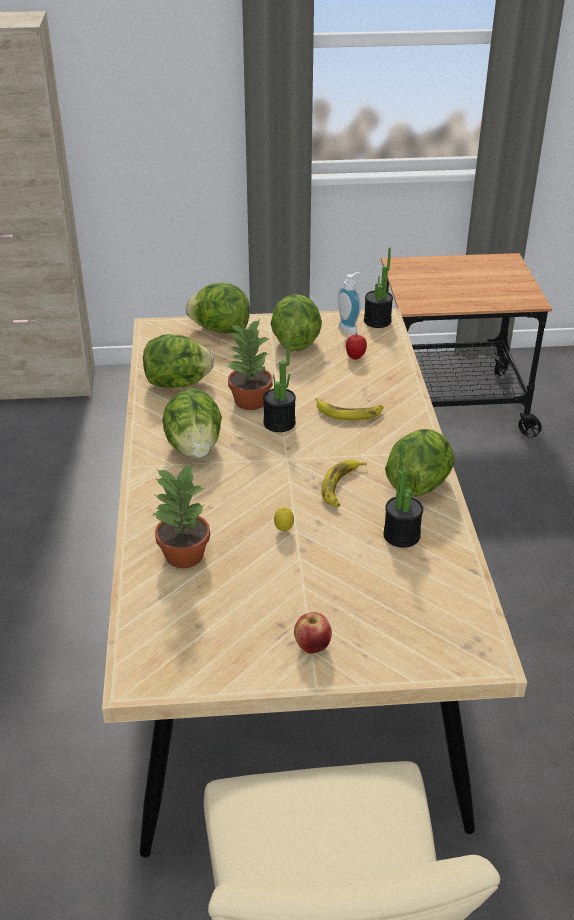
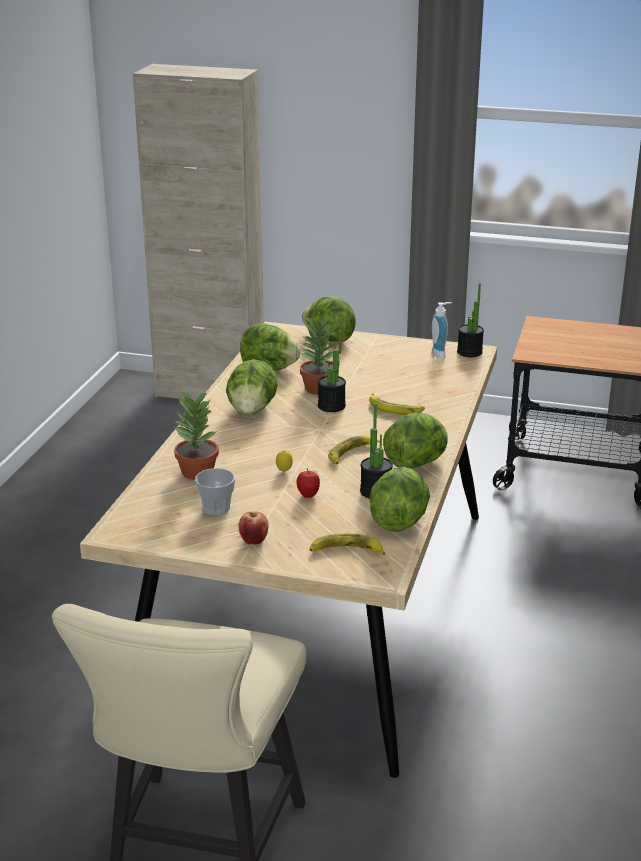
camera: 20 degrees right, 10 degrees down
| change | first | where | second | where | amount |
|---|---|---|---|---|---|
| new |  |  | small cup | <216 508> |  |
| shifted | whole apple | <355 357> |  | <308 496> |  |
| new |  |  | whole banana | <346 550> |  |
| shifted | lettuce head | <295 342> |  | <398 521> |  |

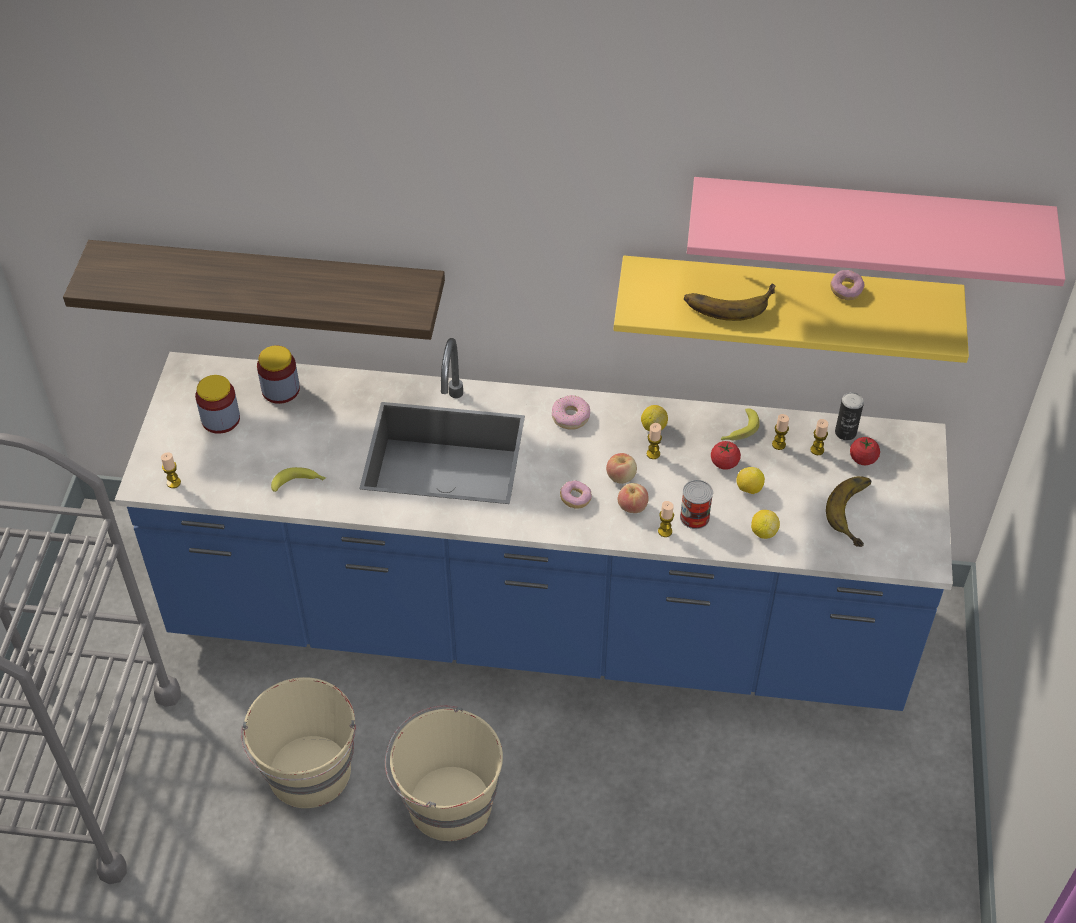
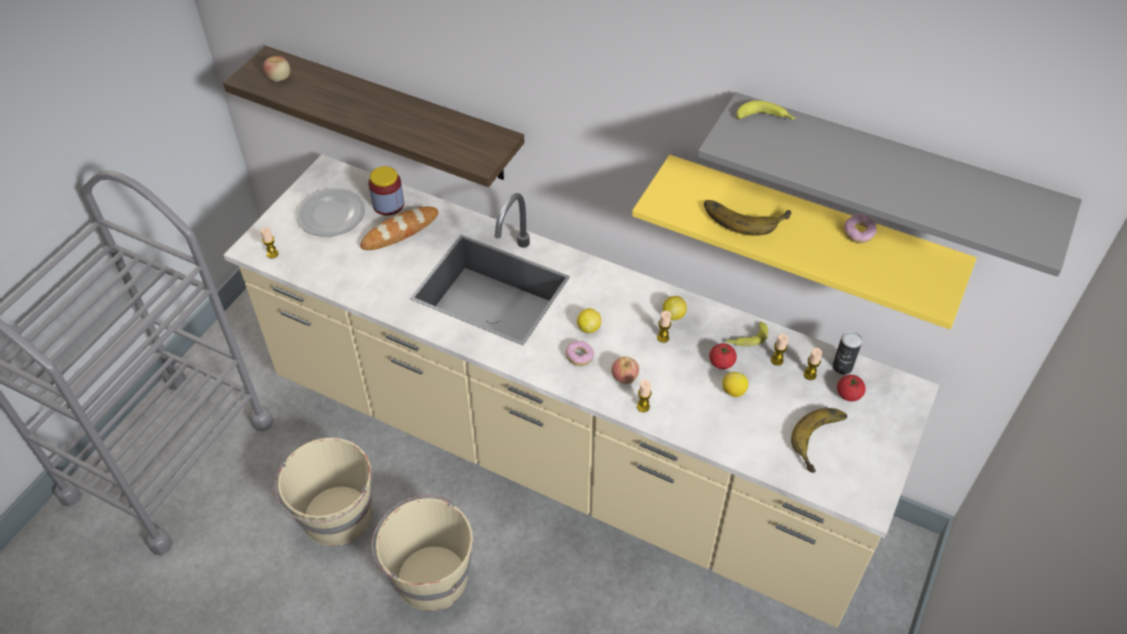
camera: 20 degrees right, 0 degrees up
| change | first | where | second | where | amount |
|---|---|---|---|---|---|
| repainted | kitchen counter/bluish | <538 624> | kitchen counter/beige | <563 454> |  |
| shifted | whole apple | <621 477> |  | <279 78> |  |
| swapped | preserve jar | <220 419> | flat dish | <332 215> |  |
| new |  |  | bread | <400 231> |  |
| shifted | whole lemon | <763 532> |  | <588 328> |  |
| repainted | shelf/pink-coloured | <866 225> | shelf/gray | <890 175> |  |
| shifted | whole banana | <299 483> |  | <765 118> |  |
| gone | doughnut | <570 416> |  |  |  |
| gone | sealed can | <694 517> |  |  |  |

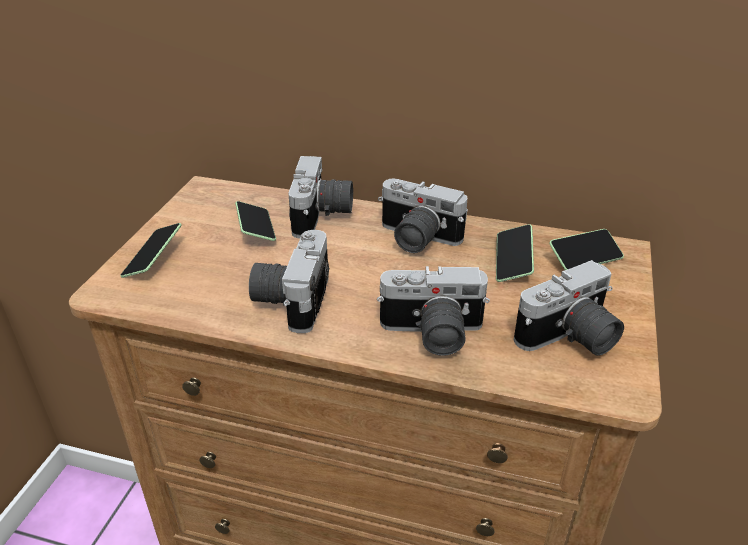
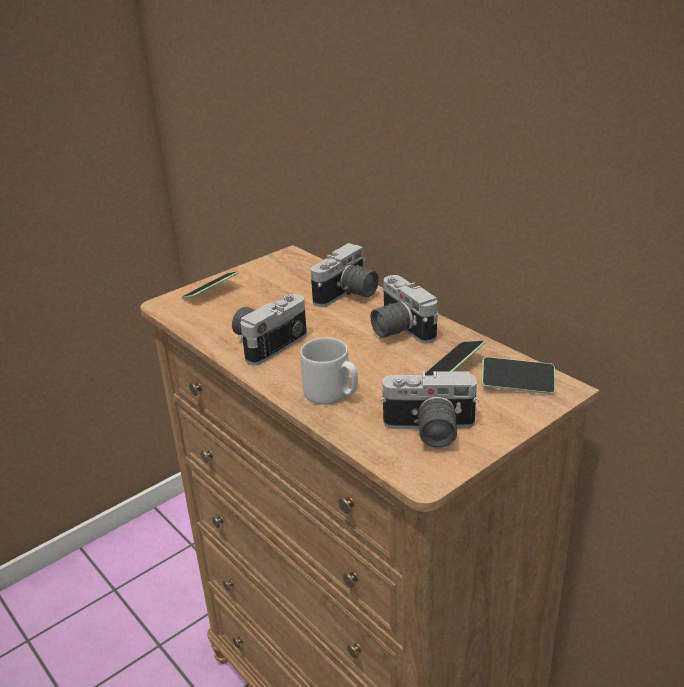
camera: 35 degrees right, 5 degrees down
| change | first | where | second | where | amount |
|---|---|---|---|---|---|
| swapped | still camera | <431 335> | coffee mug/gray | <332 394> |  |
| gone | phone | <256 229> |  |  |  |

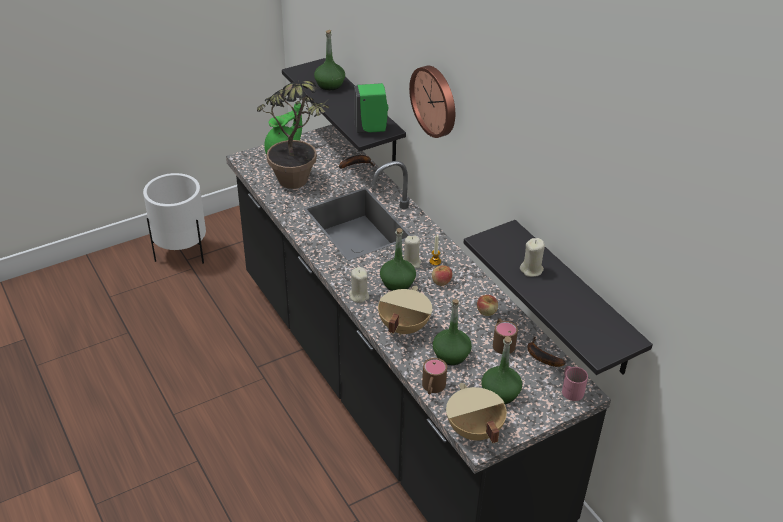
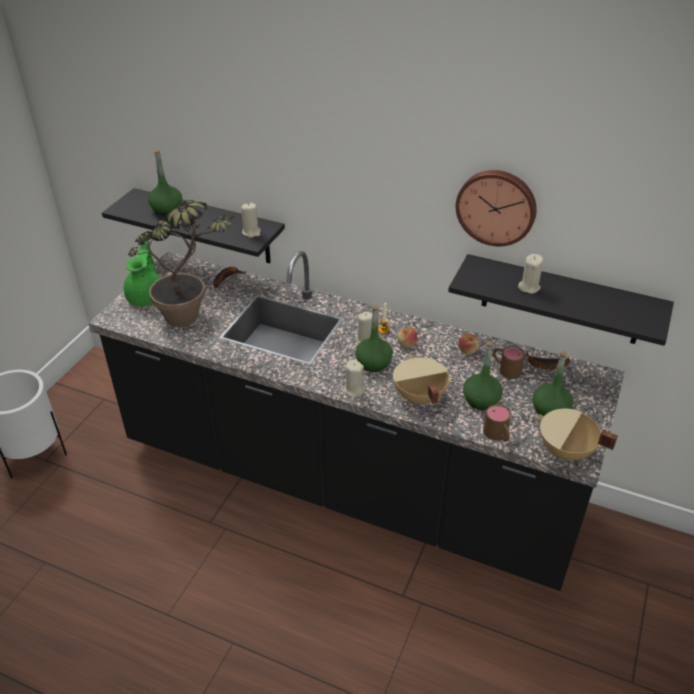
camera: 35 degrees left, 0 degrees up
| change | first | where | second | where | amount |
|---|---|---|---|---|---|
| swapped | soap dispenser/green | <371 129> | wax light/beige | <251 232> |  |
| shifted | hanging clock | <435 100> |  | <496 206> |  |
| gone | coffee mug/pink-coloured | <571 389> |  |  |  |

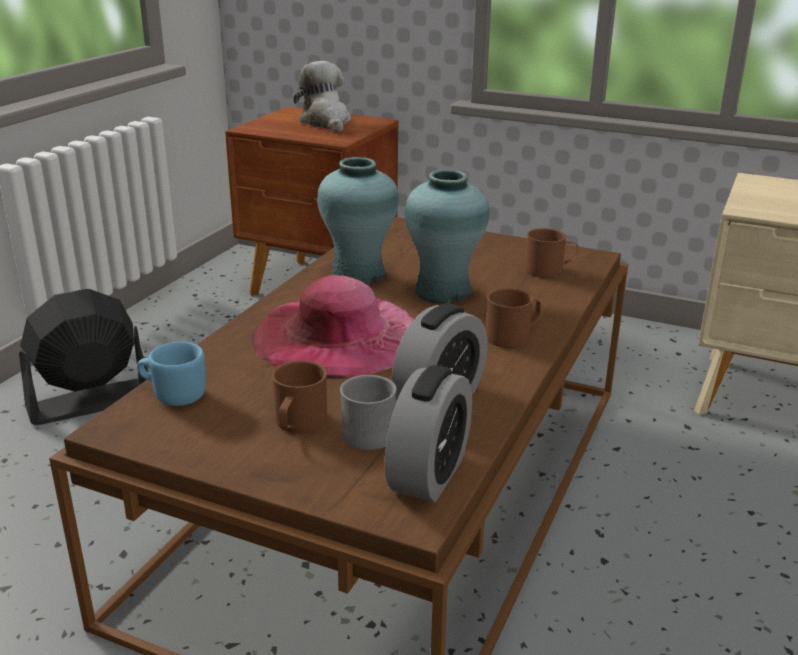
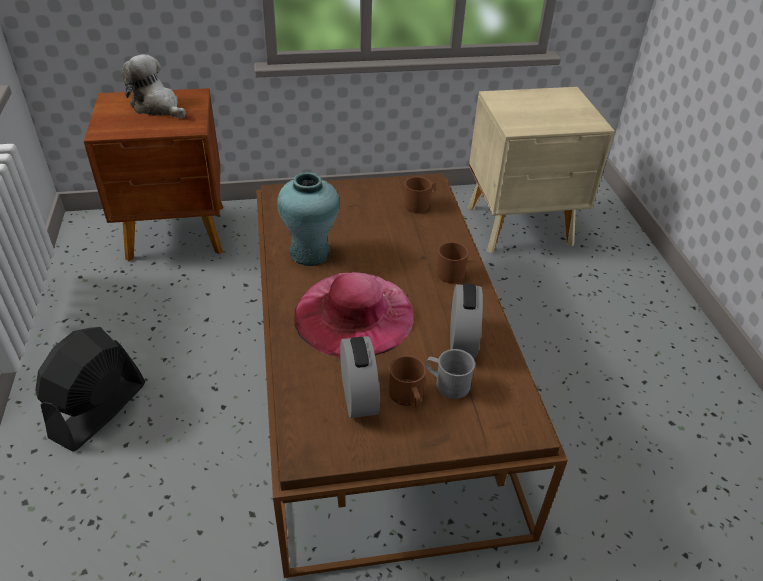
camera: 35 degrees left, 15 degrees up
| change | first | where | second | where | amount |
|---|---|---|---|---|---|
| shifted | bedside clock | <429 474> |  | <358 396> |  |
| gone | coffee mug/bluish | <173 395> |  |  |  |
| gone | vase/turquoise | <443 291> |  |  |  |

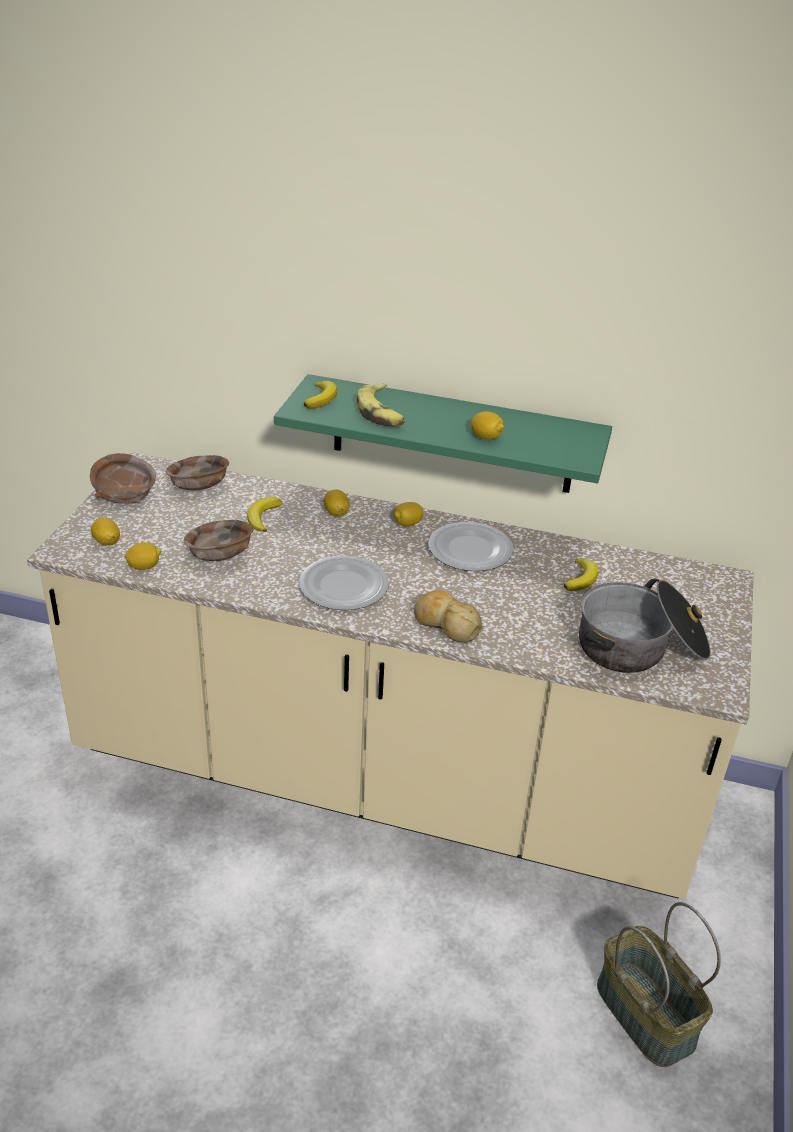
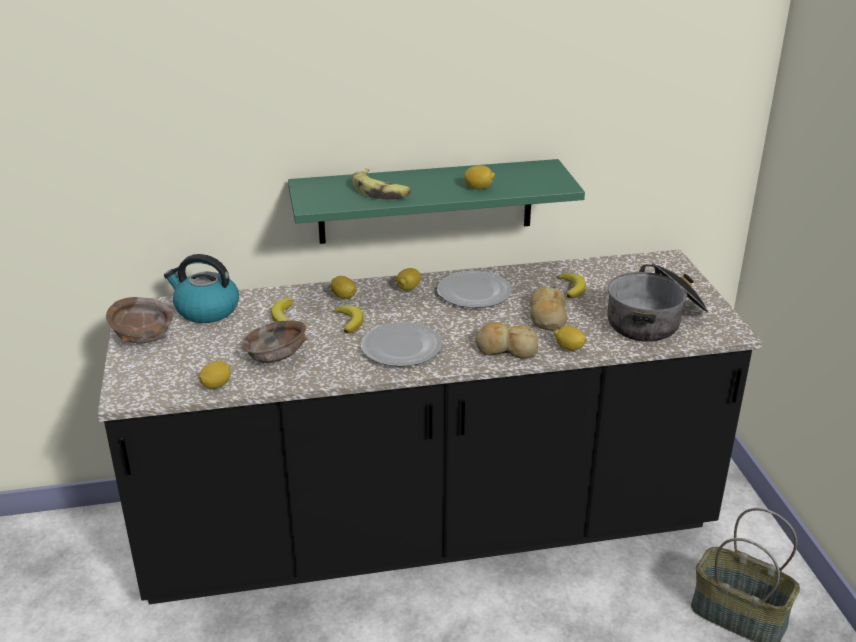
camera: 25 degrees left, 5 degrees down
| change | first | where | second | where | amount |
|---|---|---|---|---|---|
| repainted | kitchen counter/beige | <384 778> | kitchen counter/blackish | <428 526> |  |
| swapped | deep dish/brown-coloured | <200 486> | tea kettle | <206 310> |  |
| shifted | whole banana | <321 398> |  | <349 321> |  |
| new |  |  | bread | <547 317> |  |
| shifted | whole lemon | <107 542> |  | <569 348> |  |

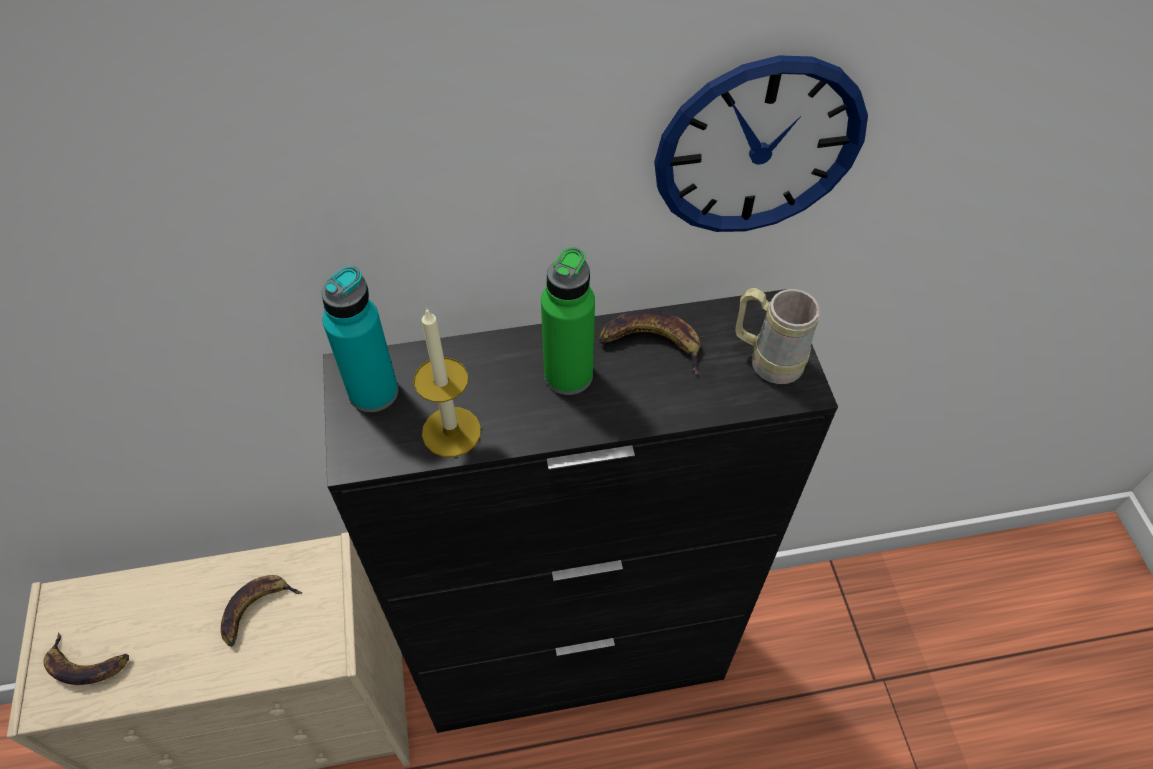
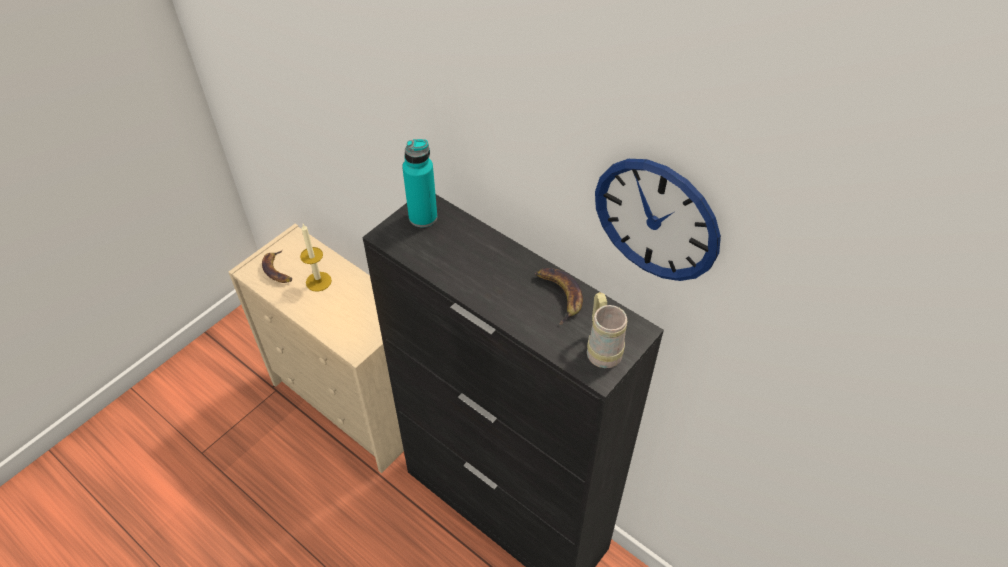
camera: 50 degrees right, 5 degrees down
| change | first | where | second | where | amount |
|---|---|---|---|---|---|
| shifted | wax light | <451 431> |  | <318 281> |  |
| gone | whole banana | <256 610> |  |  |  |
| gone | drink bottle/green | <568 375> |  |  |  |

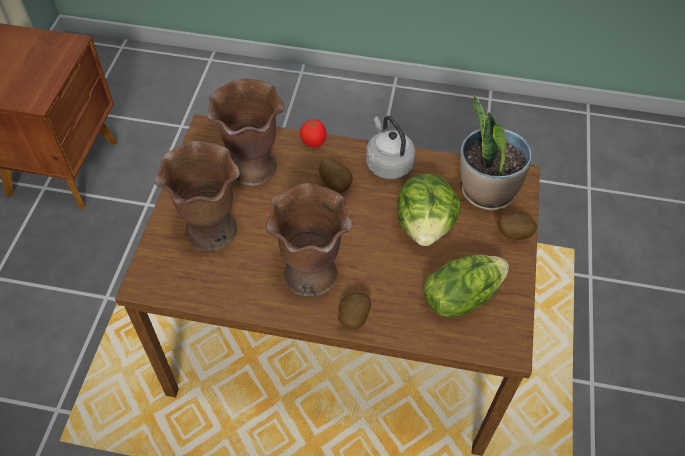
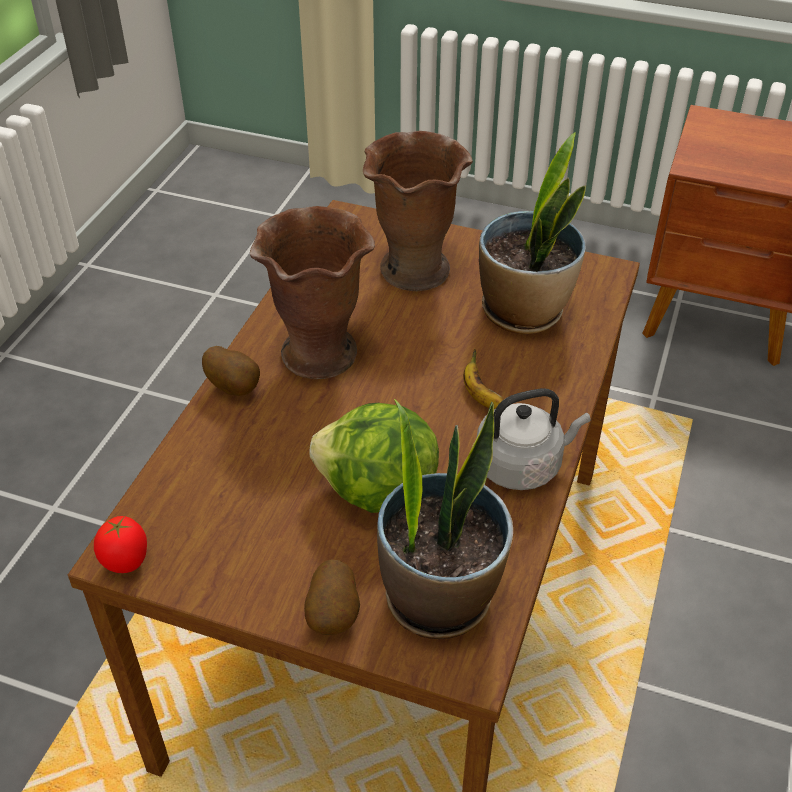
camera: 100 degrees right, 10 degrees down
| change | first | where | second | where | amount |
|---|---|---|---|---|---|
| shifted | whole tomato | <313 143> |  | <126 563> |  |
| swapped | potato | <336 184> | whole banana | <481 397> |  |
| swapped | vase/brown-coloured | <253 168> | potted plant | <524 312> |  |
| gone | lettuce head | <460 296> |  |  |  |

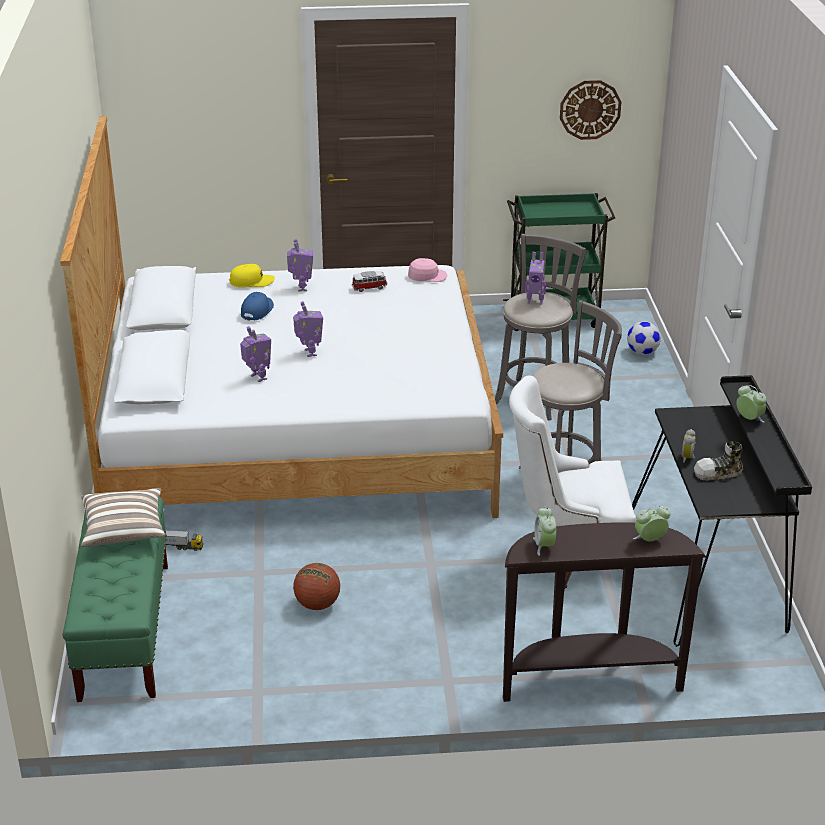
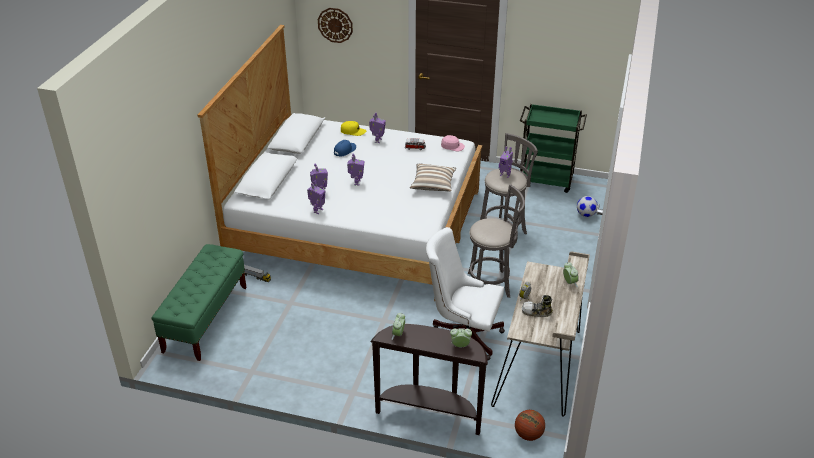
camera: 20 degrees right, 5 degrees up
| change | first | where | second | where | amount |
|---|---|---|---|---|---|
| new |  |  | robot figure | <317 210> |  |
| shifted | hanging clock | <590 109> |  | <335 25> |  |
| shifted | cushion | <124 530> |  | <433 185> |  |
| repainted | desk unit/blackish | <710 573> | desk unit/beige | <540 366> |  |
| shifted | ball for basketball | <317 604> |  | <528 435> |  |

